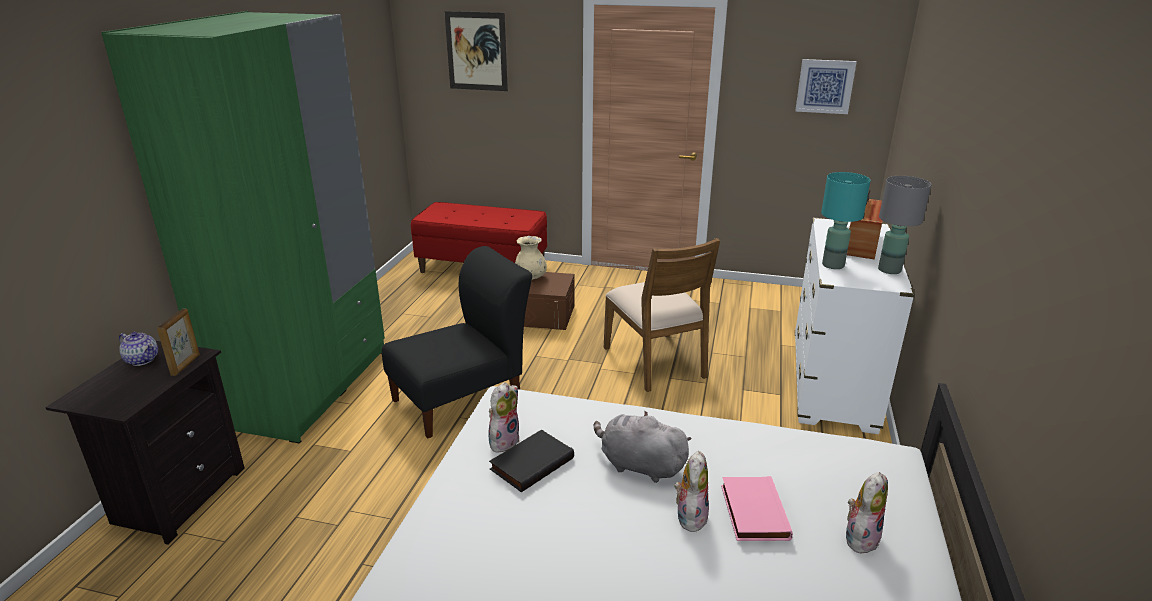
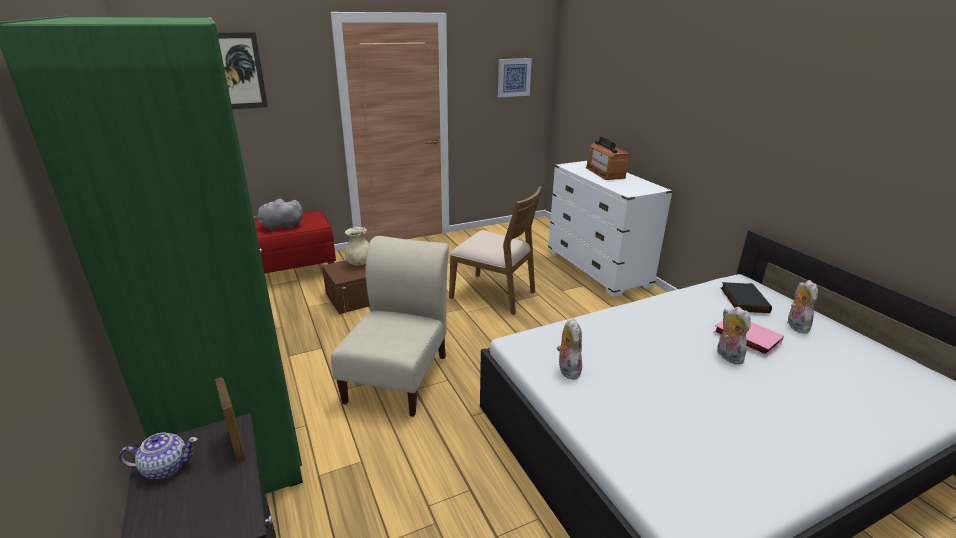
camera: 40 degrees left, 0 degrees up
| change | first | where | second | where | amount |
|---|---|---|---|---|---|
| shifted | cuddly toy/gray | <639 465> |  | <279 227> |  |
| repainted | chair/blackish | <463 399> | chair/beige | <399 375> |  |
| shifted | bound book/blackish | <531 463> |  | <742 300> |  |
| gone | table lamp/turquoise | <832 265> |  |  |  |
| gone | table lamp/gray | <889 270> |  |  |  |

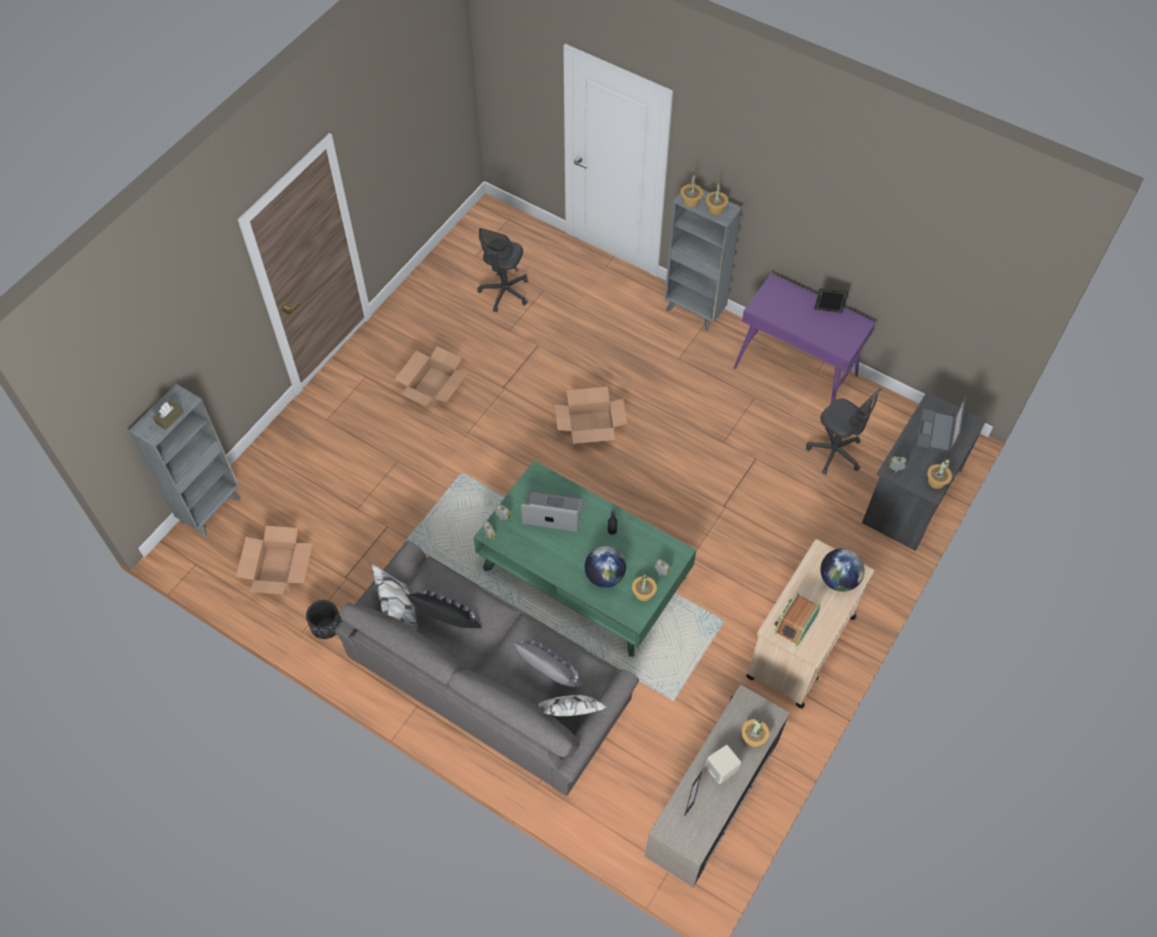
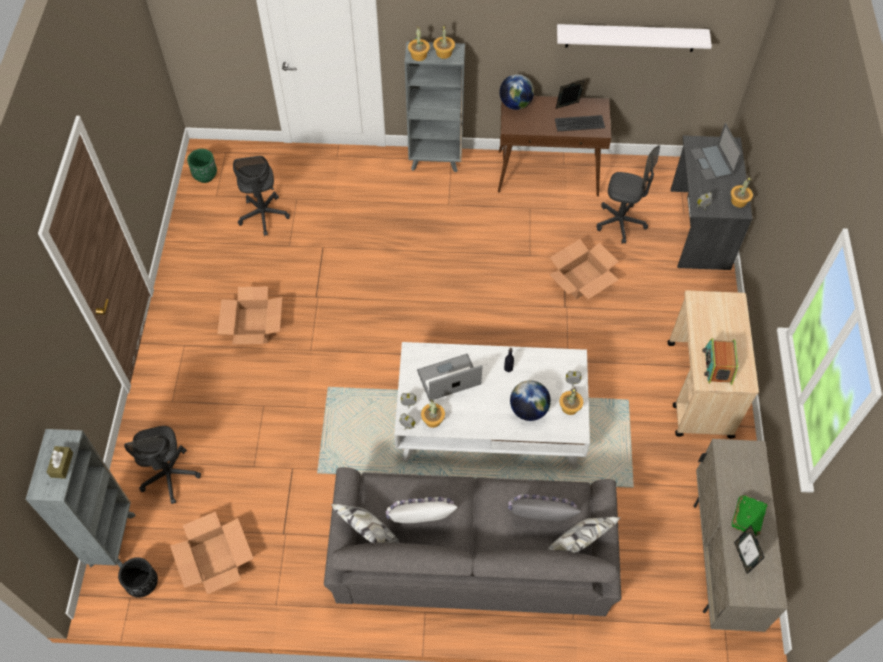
camera: 30 degrees left, 0 degrees up
| change | first | where | second | where | amount |
|---|---|---|---|---|---|
| shifted | planter/blackish | <327 628> |  | <143 584> |  |
| new |  |  | office chair/gray | <170 476> |  |
| new |  |  | planter/green | <205 176> |  |
| repainted | cushion/blackish | <446 624> | cushion/white | <421 523> |  |
| repainted | coffee table/green | <583 572> | coffee table/white | <489 419> |  |
| shifted | potted plant | <753 737> |  | <433 420> |  |
| repainted | hall table/purple | <796 372> | hall table/brown-coloured | <548 173> |  |
| shifted | desk globe | <838 579> |  | <515 104> |  |
| shifted | cardboard box | <590 426> |  | <581 279> |  |
| new |  |  | PC keyboard | <579 123> |  |
| new |  |  | shelf/white | <630 37> |  |
| swapped | loudspeaker/beige | <721 770> | bound book/green | <747 518> |  |

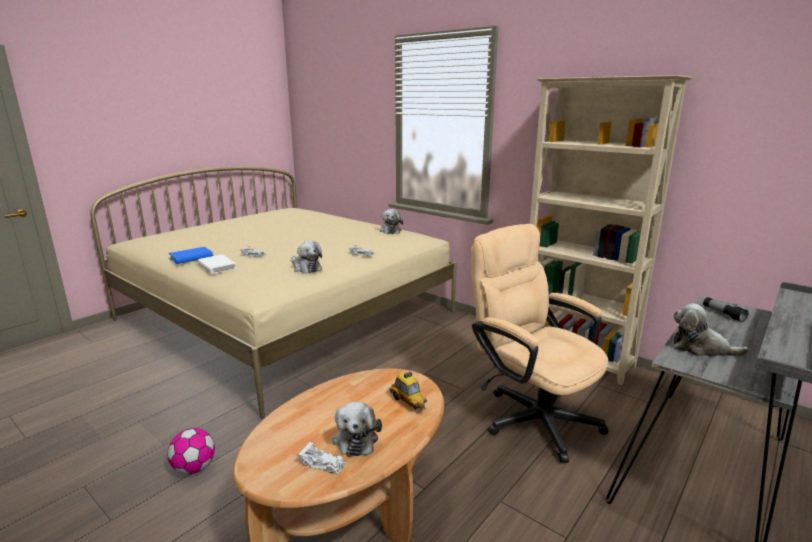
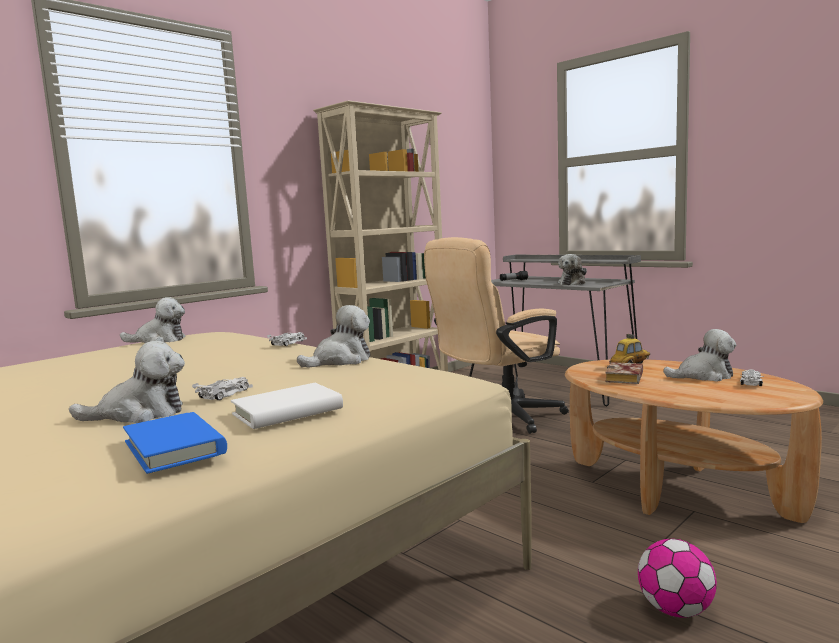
camera: 85 degrees left, 10 degrees down
| change | first | where | second | where | amount |
|---|---|---|---|---|---|
| new |  |  | cuddly toy | <140 414> |  |
| new |  |  | bound book | <625 378> |  |

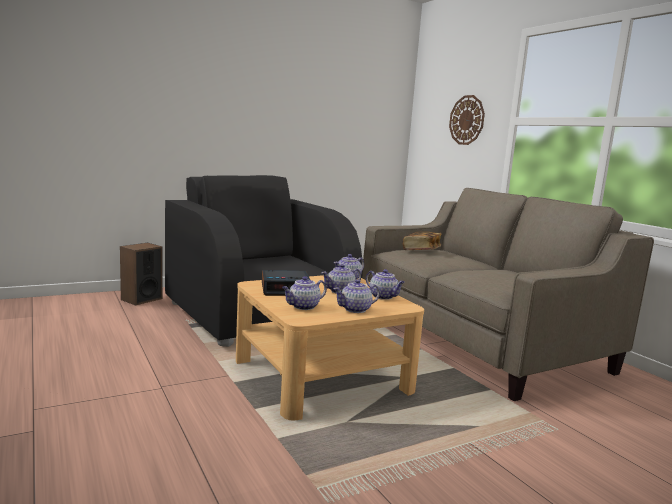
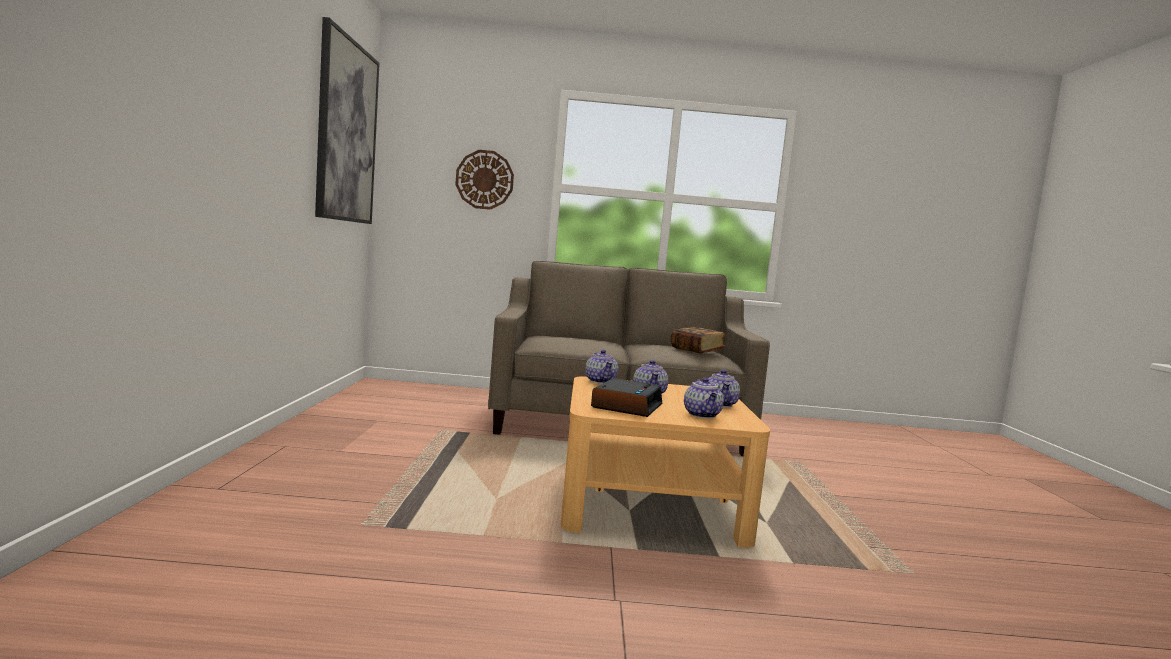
camera: 60 degrees left, 5 degrees down
| change | first | where | second | where | amount |
|---|---|---|---|---|---|
| new |  |  | wall picture | <346 132> |  |
| shifted | bound book | <421 250> |  | <697 351> |  |
| gone | loudspeaker | <141 299> |  |  |  |
| gone | easy chair/blackish | <258 313> |  |  |  |
| gone | teapot | <384 297> |  |  |  |

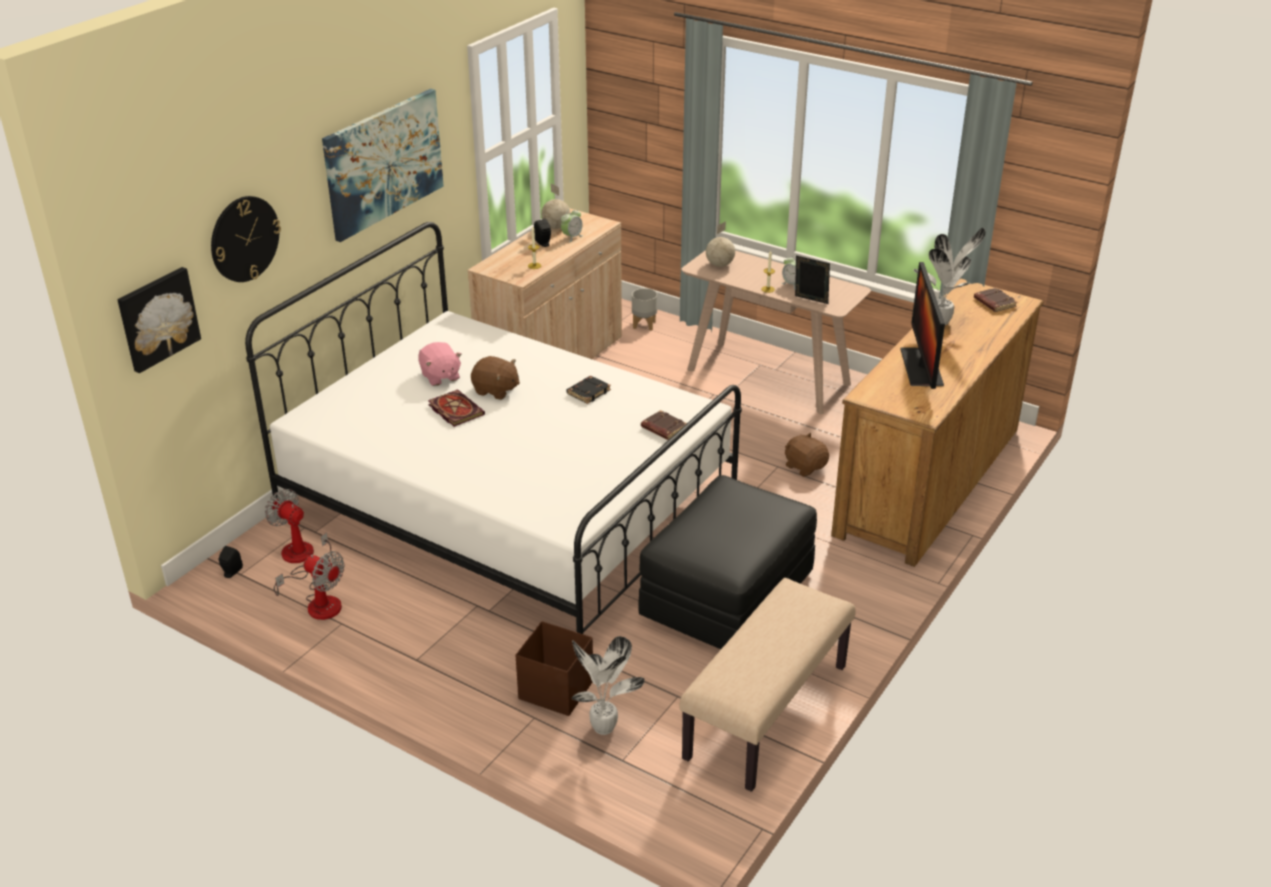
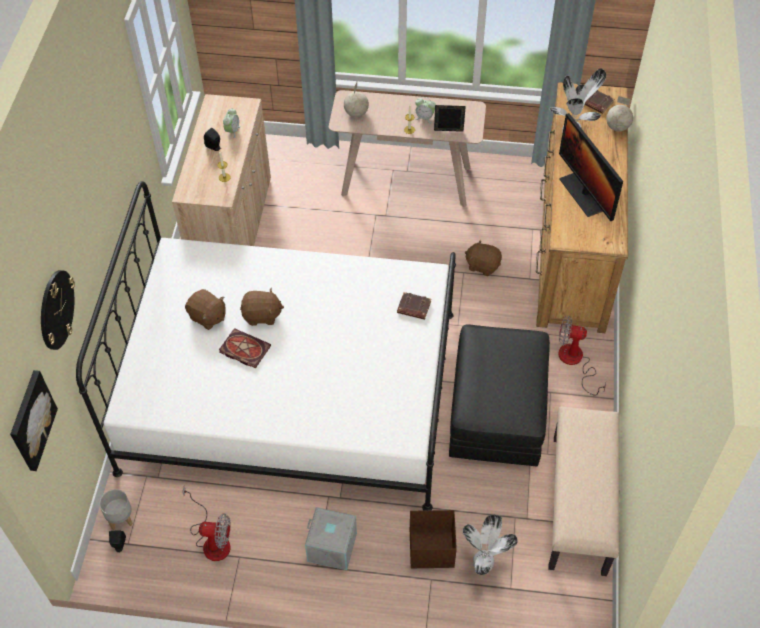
camera: 25 degrees left, 20 degrees up
| change | first | where | second | where | amount |
|---|---|---|---|---|---|
| shifted | planter/gray | <643 325> |  | <120 518> |  |
| repainted | cuddly toy/pink-coloured | <440 376> | cuddly toy/brown-coloured | <207 317> |  |
| new |  |  | storage bin/gray | <331 548> |  |
| shifted | fan | <294 561> |  | <575 362> |  |
| shifted | desk globe | <556 227> |  | <617 127> |  |
| gone | wall picture | <383 163> |  |  |  |
| gone | bound book/blackish | <588 392> |  |  |  |

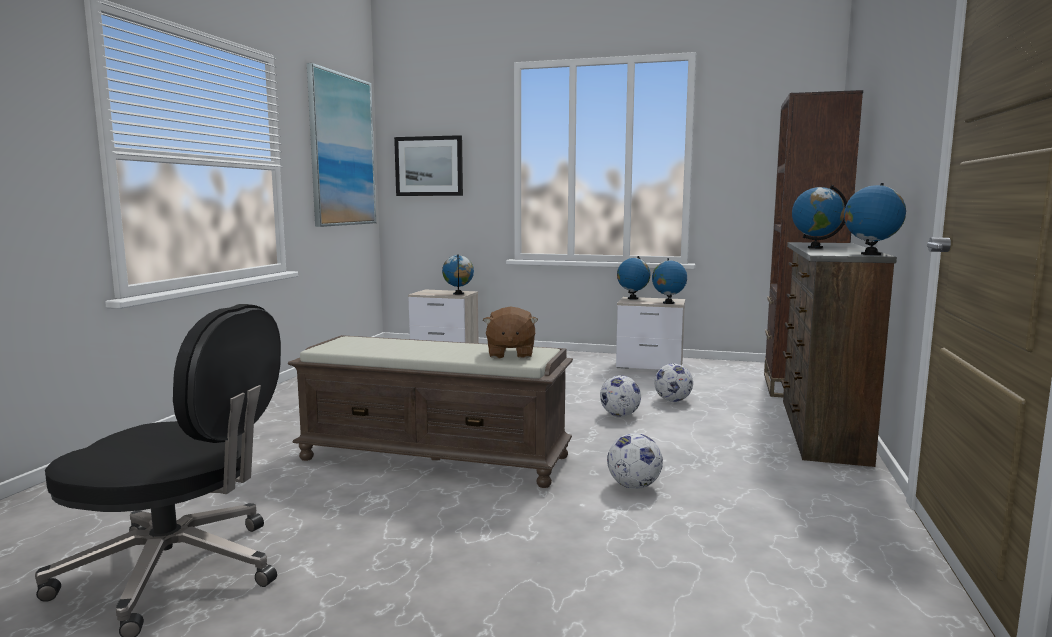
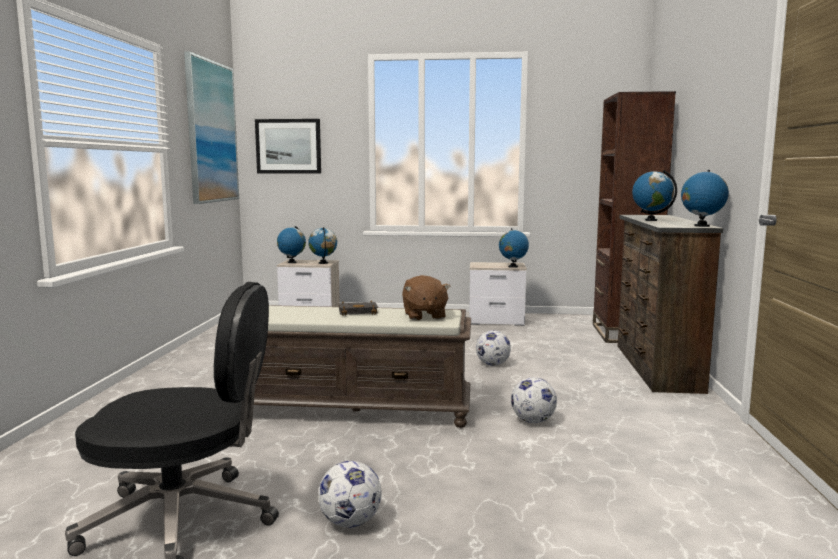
camera: 10 degrees left, 0 degrees up
| change | first | where | second | where | amount |
|---|---|---|---|---|---|
| shifted | desk globe | <632 298> |  | <292 262> |  |
| shifted | football | <672 400> |  | <350 523> |  |
| new |  |  | bound book/blackish | <359 312> |  |

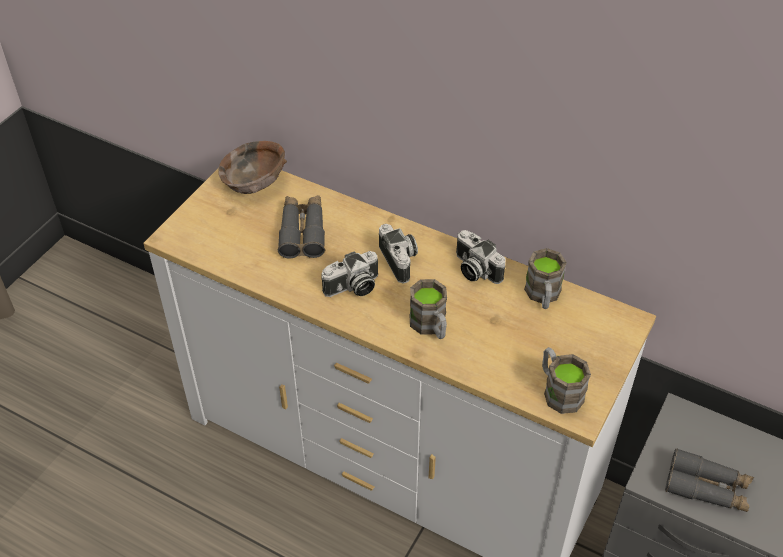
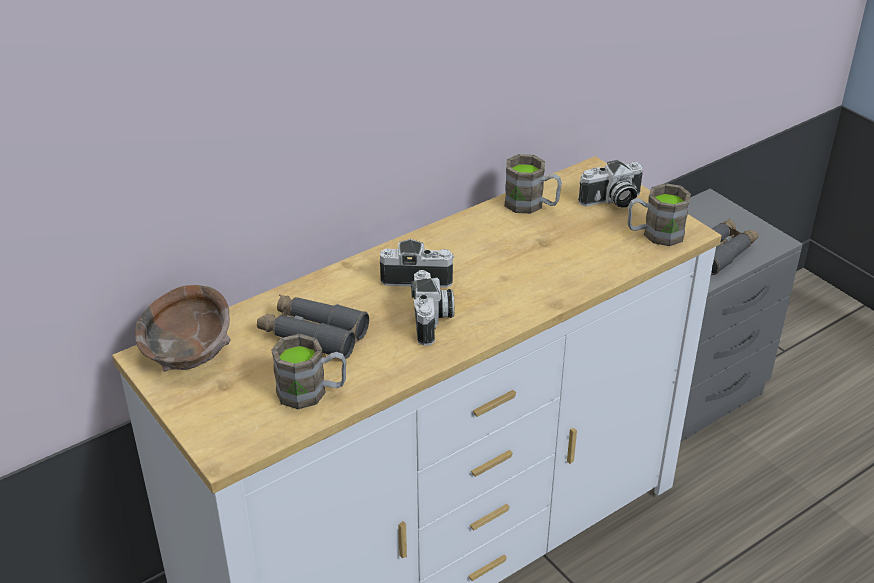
camera: 65 degrees left, 10 degrees down
| change | first | where | second | where | amount |
|---|---|---|---|---|---|
| shifted | coffee mug/brown-coloured | <431 326> |  | <312 392> |  |
| shifted | still camera | <474 269> |  | <611 201> |  |

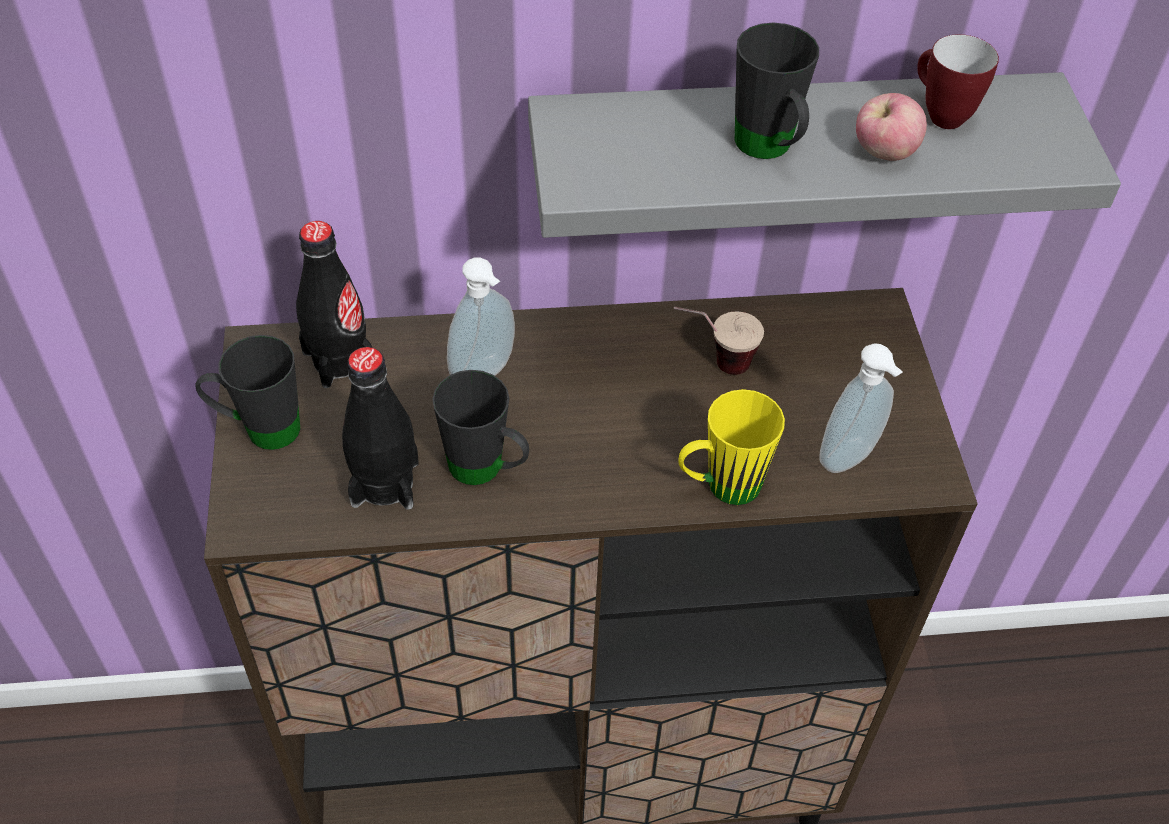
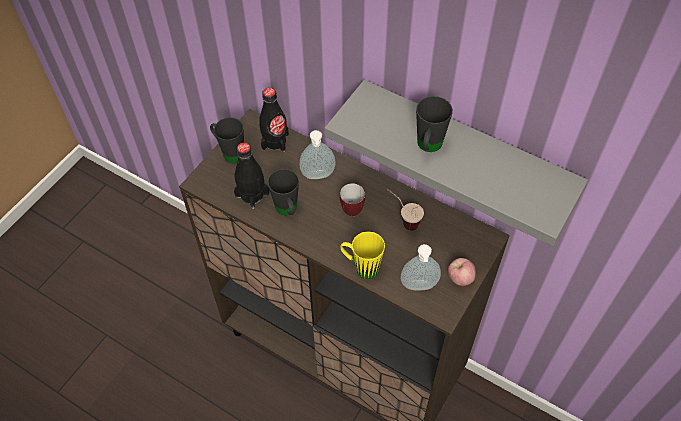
camera: 40 degrees right, 5 degrees up
| change | first | where | second | where | amount |
|---|---|---|---|---|---|
| shifted | coffee mug | <938 114> |  | <352 208> |  |
| shifted | whole apple | <883 153> |  | <460 278> |  |

